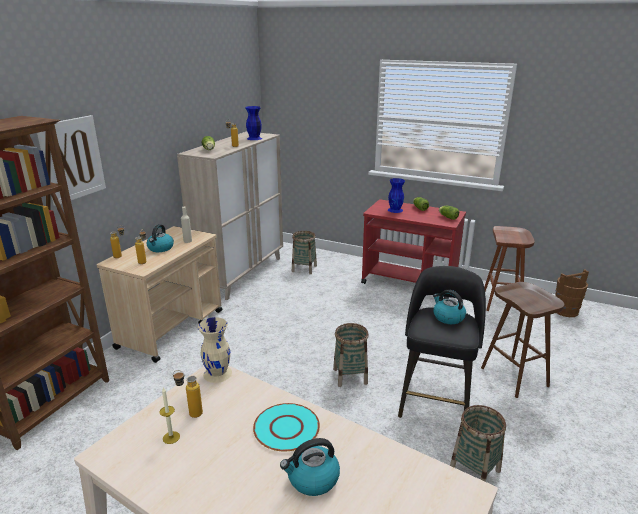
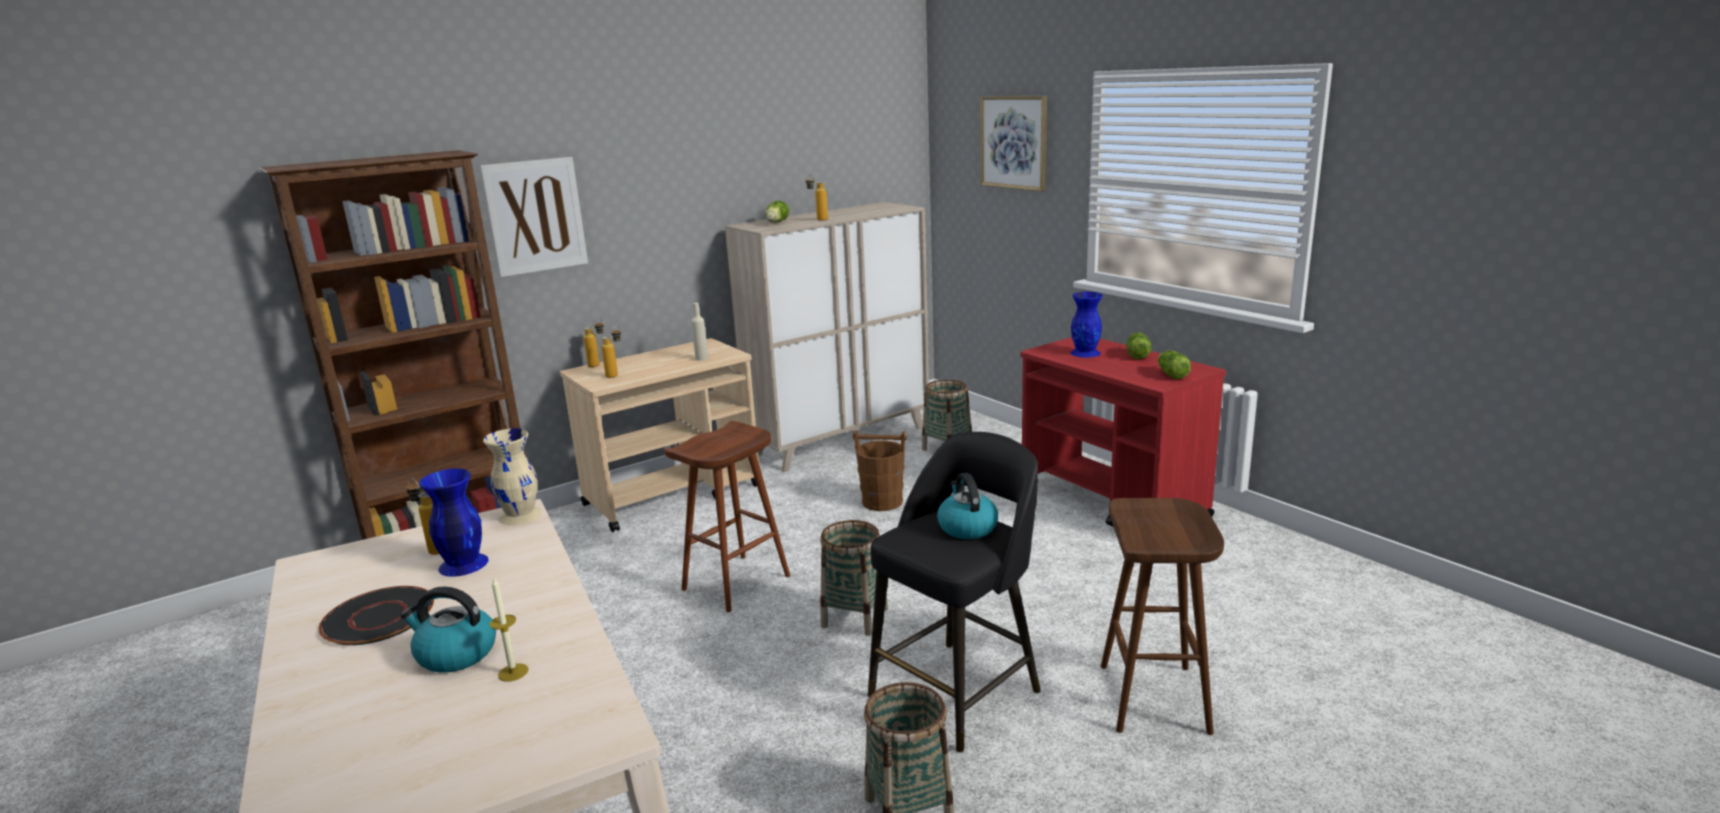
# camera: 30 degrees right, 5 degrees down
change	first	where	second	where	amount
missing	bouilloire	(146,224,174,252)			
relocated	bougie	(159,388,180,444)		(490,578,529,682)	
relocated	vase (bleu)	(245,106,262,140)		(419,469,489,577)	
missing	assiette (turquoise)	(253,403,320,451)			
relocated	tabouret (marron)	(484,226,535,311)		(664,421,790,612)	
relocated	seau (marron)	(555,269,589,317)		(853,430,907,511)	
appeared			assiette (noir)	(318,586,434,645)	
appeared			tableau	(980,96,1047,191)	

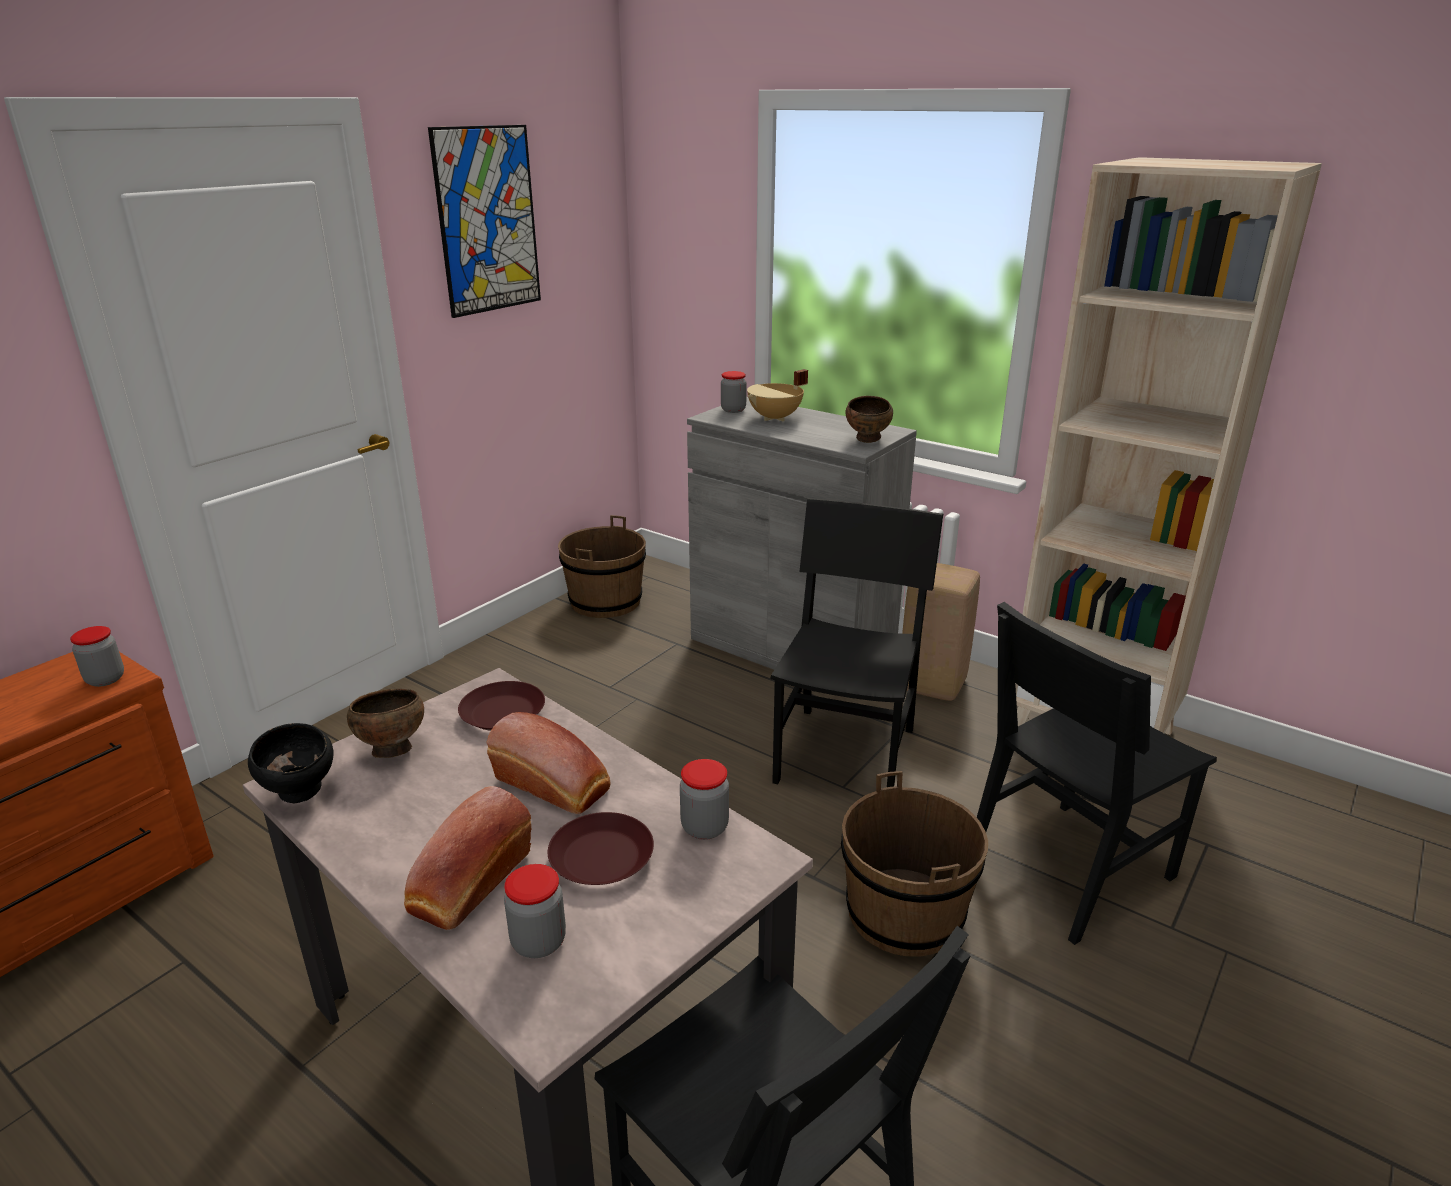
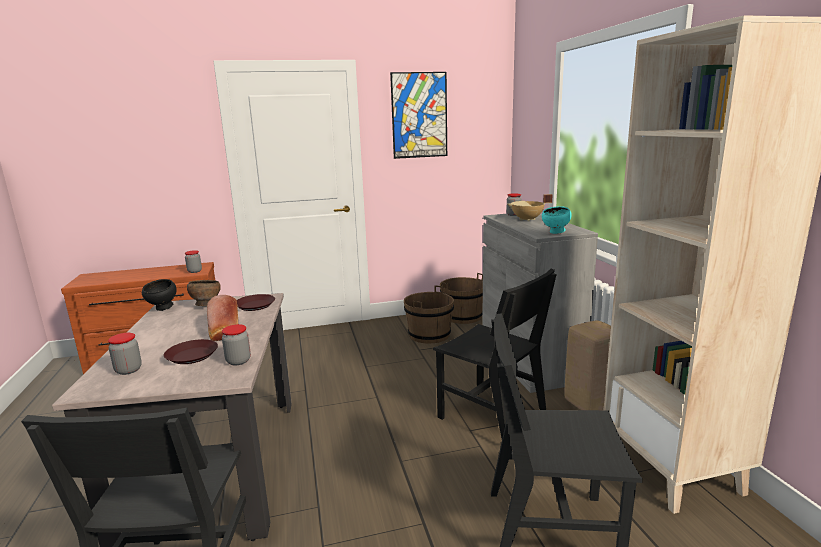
# camera: 40 degrees right, 10 degrees down
change	first	where	second	where	amount
missing	pain	(404,786,531,930)			
spun	chaise (noir)	(770,498,943,787)		(433,269,557,438)	75 degrees clockwise
relocated	seau (marron)	(841,771,988,956)		(404,285,454,343)	
colour	bol (marron)	(846,396,893,443)	bol (turquoise)	(542,206,572,234)	

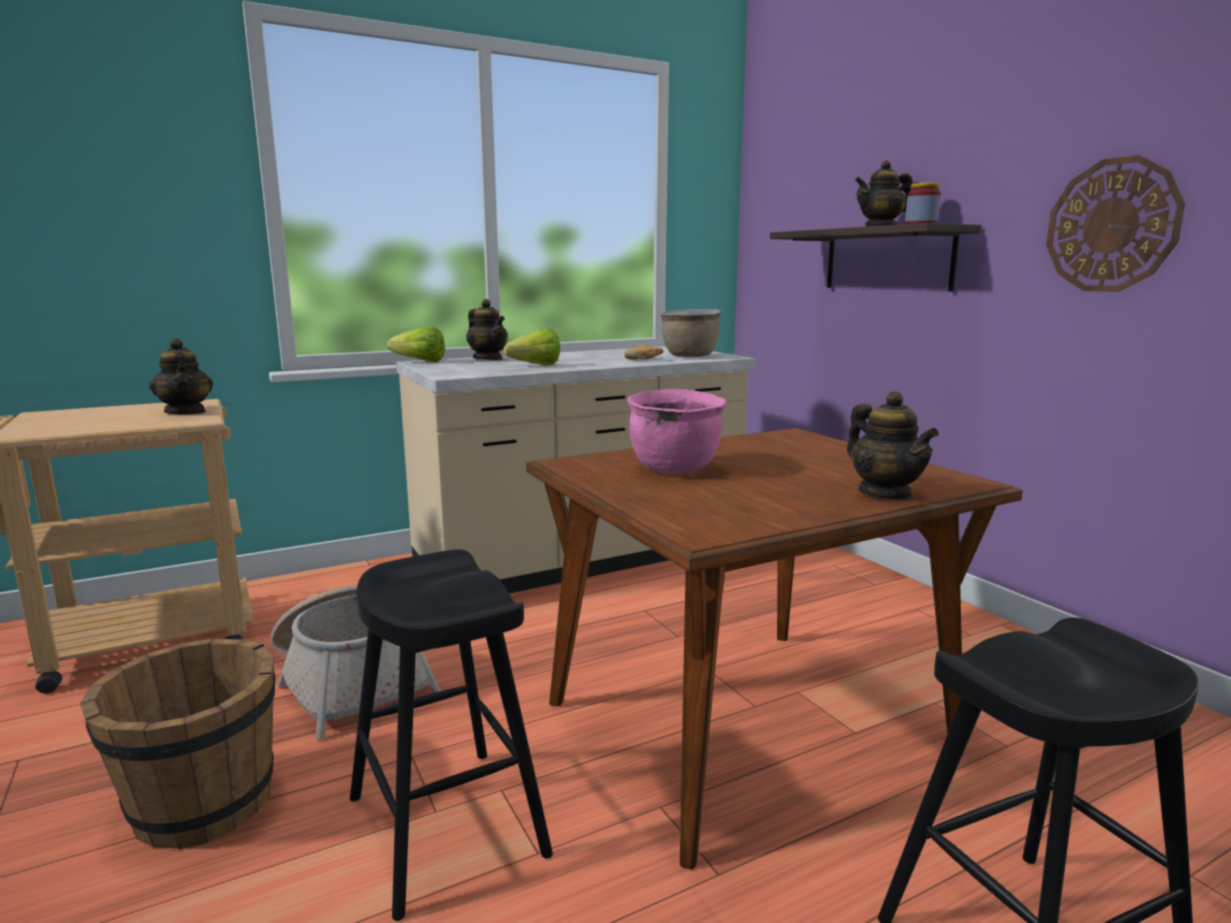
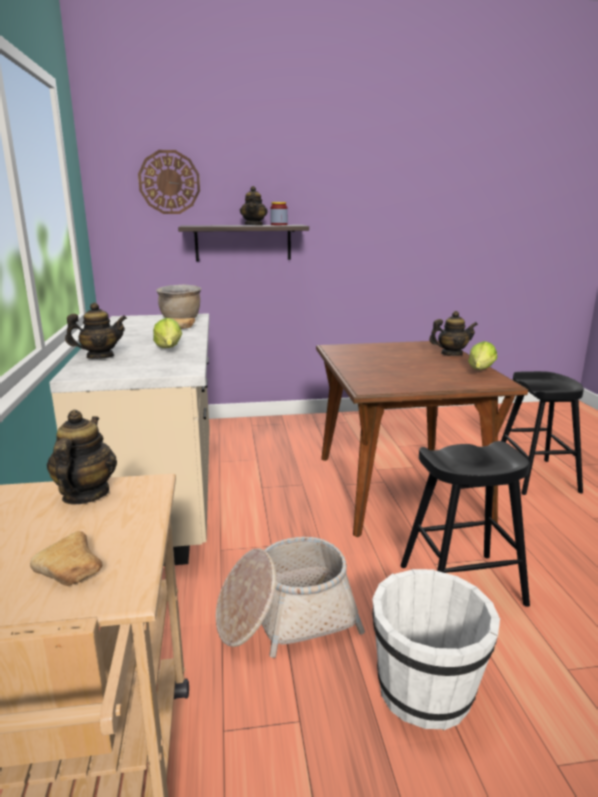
# camera: 70 degrees left, 5 degrees up
change	first	where	second	where	amount
colour	seau (marron)	(80,638,276,850)	seau (blanc)	(372,569,500,731)	
spun	théière	(149,338,213,415)		(47,410,117,505)	75 degrees counterclockwise
relocated	laitue	(387,327,445,362)		(468,341,497,370)	
missing	marmite (rose)	(627,389,727,474)			
relocated	horloge murale	(1046,155,1185,292)		(138,150,200,214)	
appeared			pain	(30,531,103,586)	

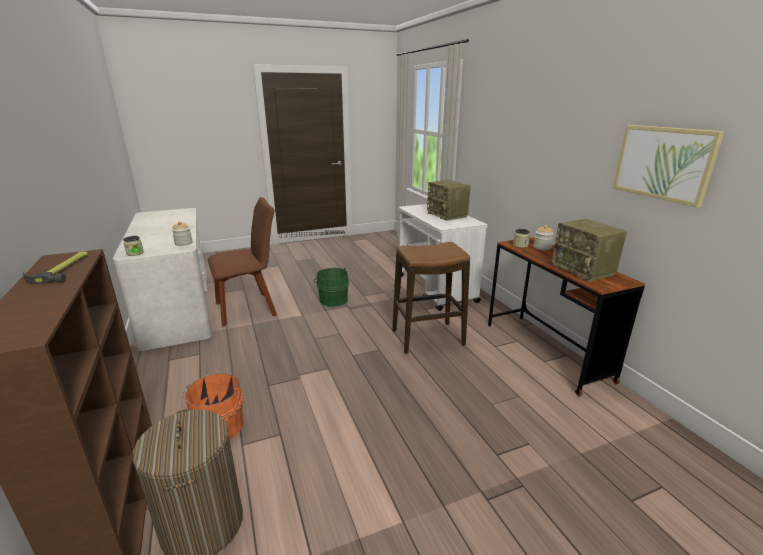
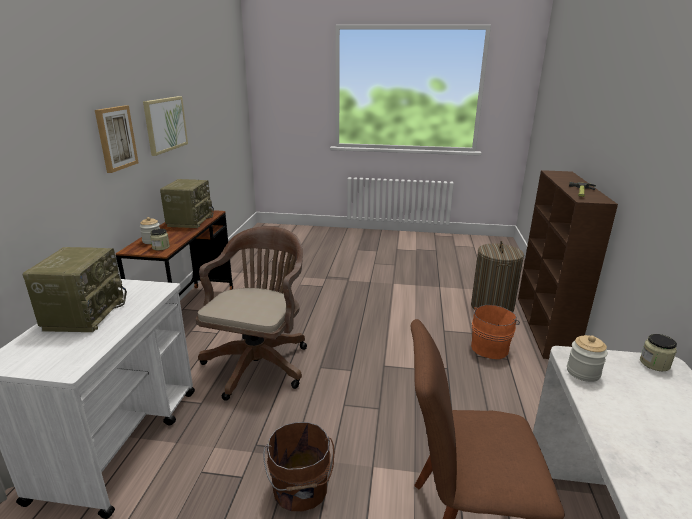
# camera: 150 degrees left, 0 degrees up
change	first	where	second	where	amount
colour	seau (vert)	(314,268,349,307)	seau (marron)	(263,422,334,511)	
exchanged	tabouret	(392,242,470,354)	chaise de bureau (marron)	(196,226,307,401)	
appeared			tableau	(95,105,139,173)	

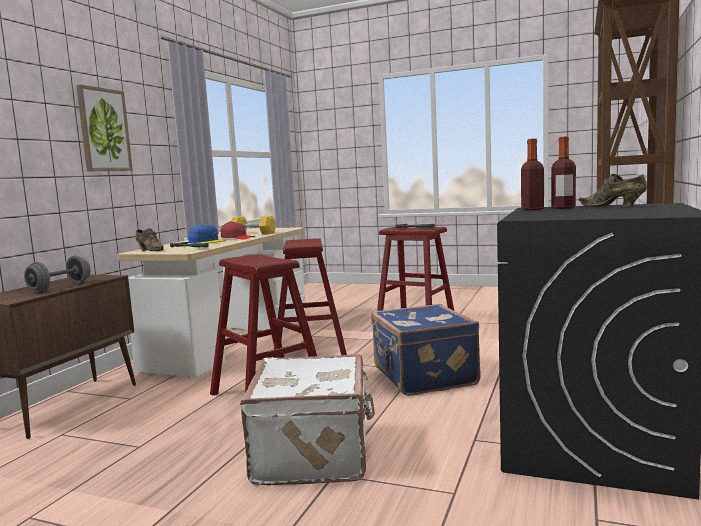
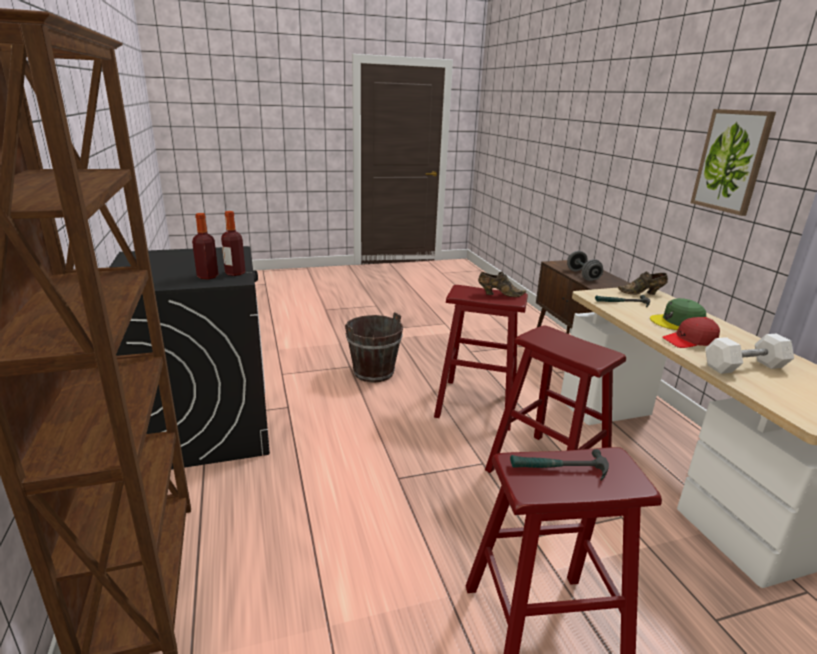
# camera: 140 degrees right, 15 degrees up
change	first	where	second	where	amount
colour	casquette (bleu)	(188,224,226,244)	casquette (vert)	(650,298,706,330)	
colour	haltère (jaune)	(231,216,276,234)	haltère (blanc)	(705,333,794,374)	
exchanged	valise (blanc)	(240,354,375,485)	seau (marron)	(345,312,404,383)	
missing	valise (bleu)	(371,304,480,396)			
relocated	chaussure (marron)	(579,174,647,207)		(478,272,526,297)	

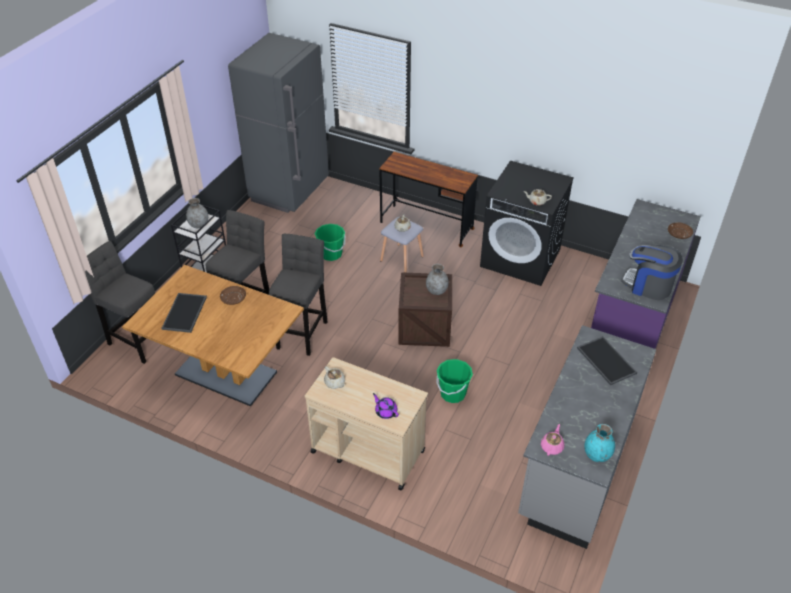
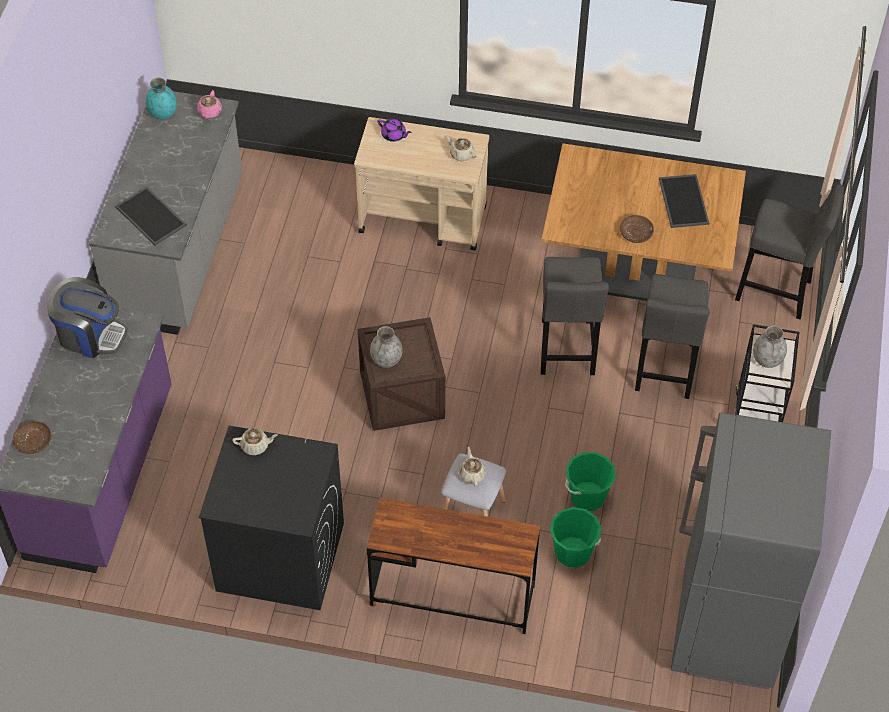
# camera: 165 degrees right, 10 degrees up
change	first	where	second	where	amount
relocated	seau (vert)	(436,359,473,403)		(550,507,601,568)	

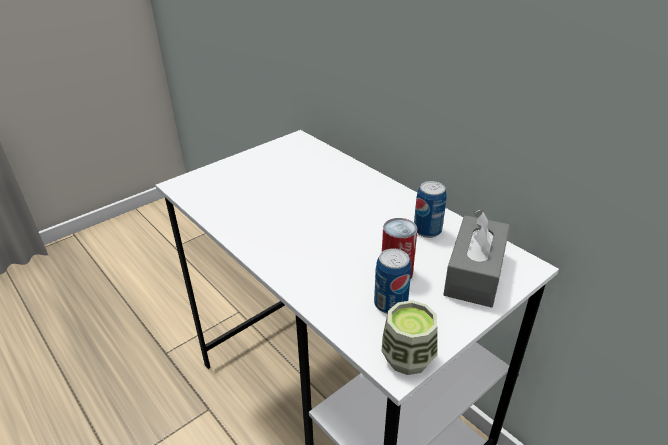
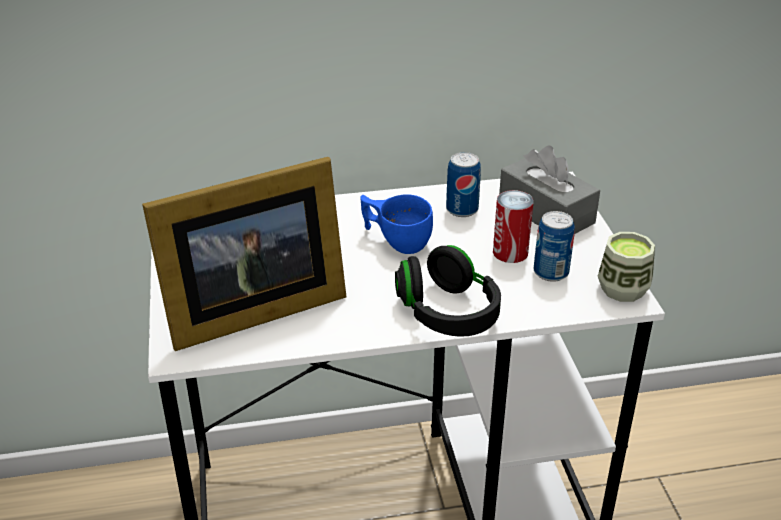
# camera: 60 degrees left, 0 degrees up
change	first	where	second	where	amount
appeared			cadre photo	(142,157,346,351)	
appeared			tasse (bleu)	(360,194,433,254)	
appeared			casque audio (noir)	(395,245,501,337)	

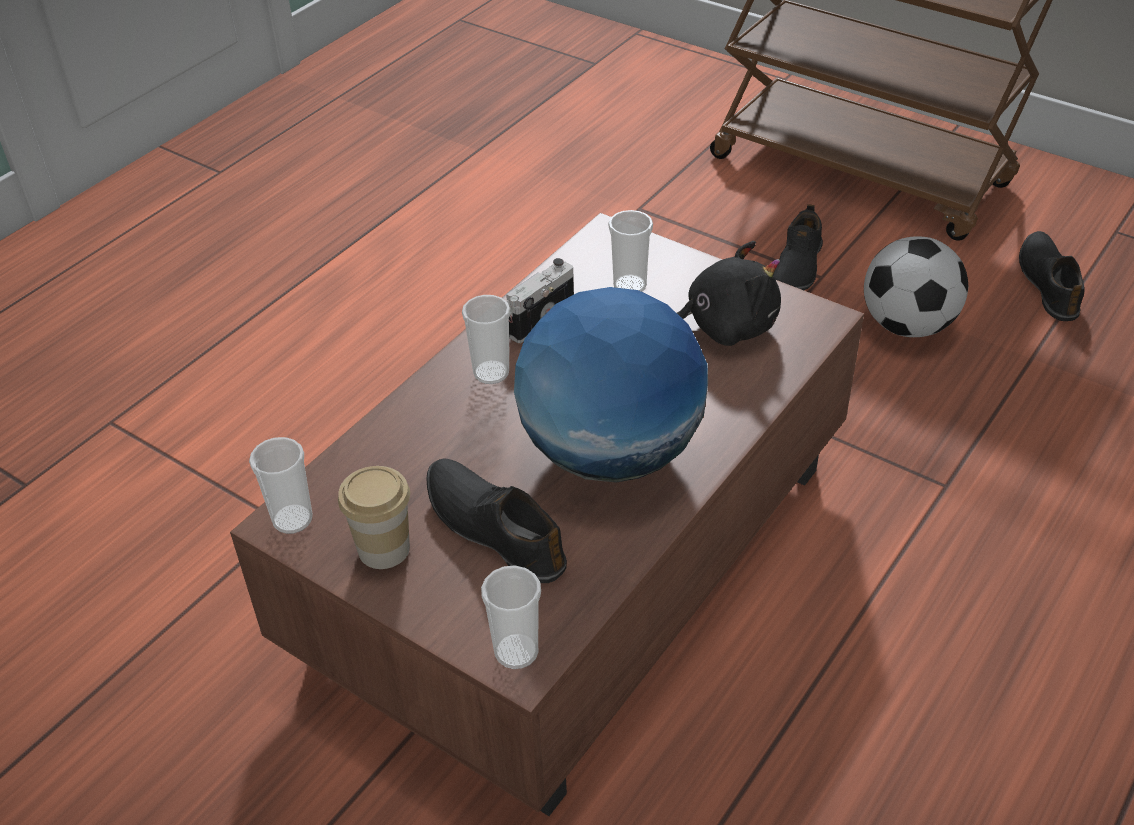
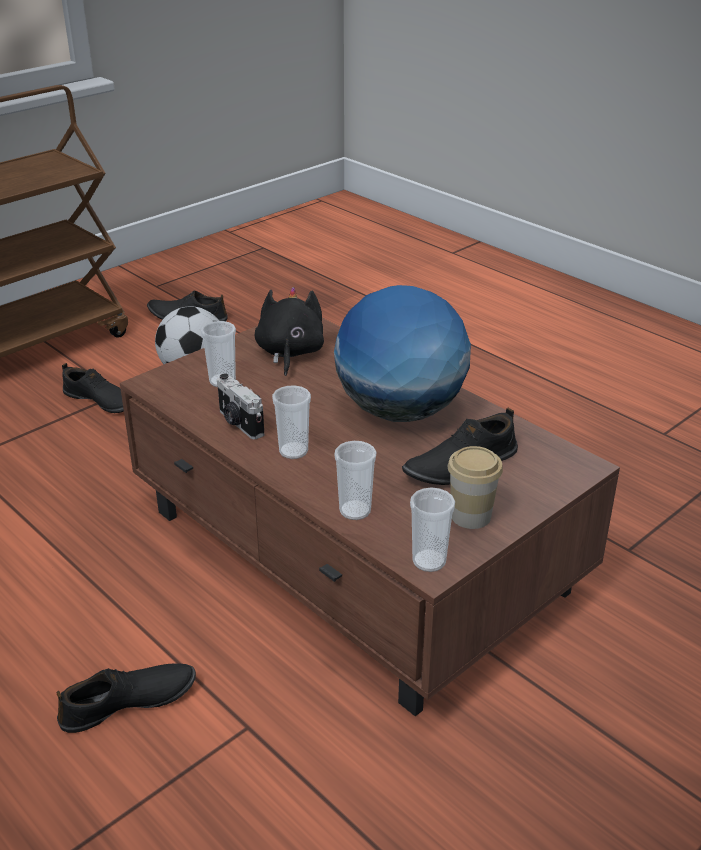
# camera: 80 degrees left, 10 degrees down
change	first	where	second	where	amount
relocated	tasse	(481,565,541,669)		(334,441,377,520)	
appeared			chaussure (noir)	(57,663,196,733)	

